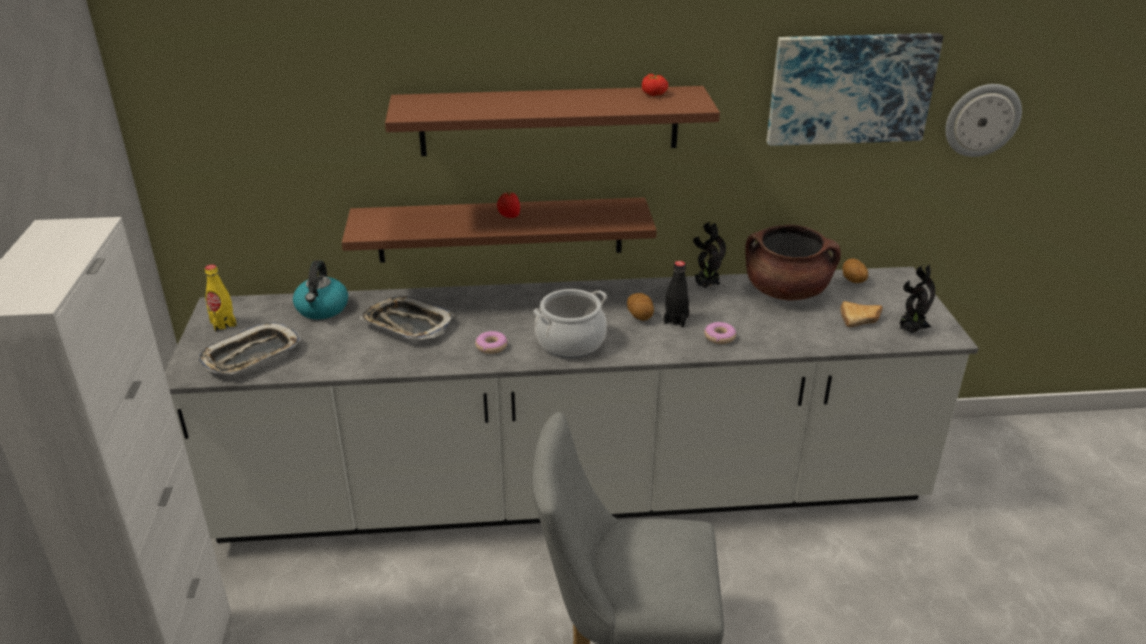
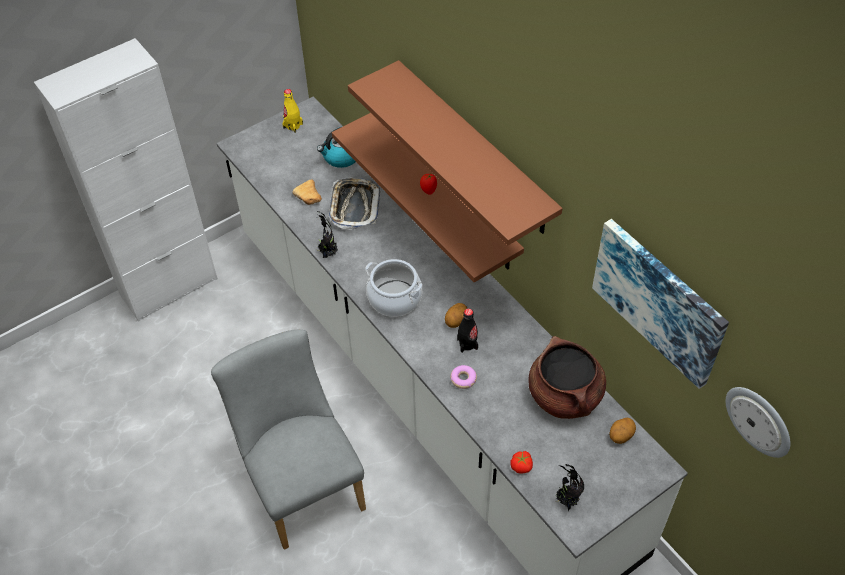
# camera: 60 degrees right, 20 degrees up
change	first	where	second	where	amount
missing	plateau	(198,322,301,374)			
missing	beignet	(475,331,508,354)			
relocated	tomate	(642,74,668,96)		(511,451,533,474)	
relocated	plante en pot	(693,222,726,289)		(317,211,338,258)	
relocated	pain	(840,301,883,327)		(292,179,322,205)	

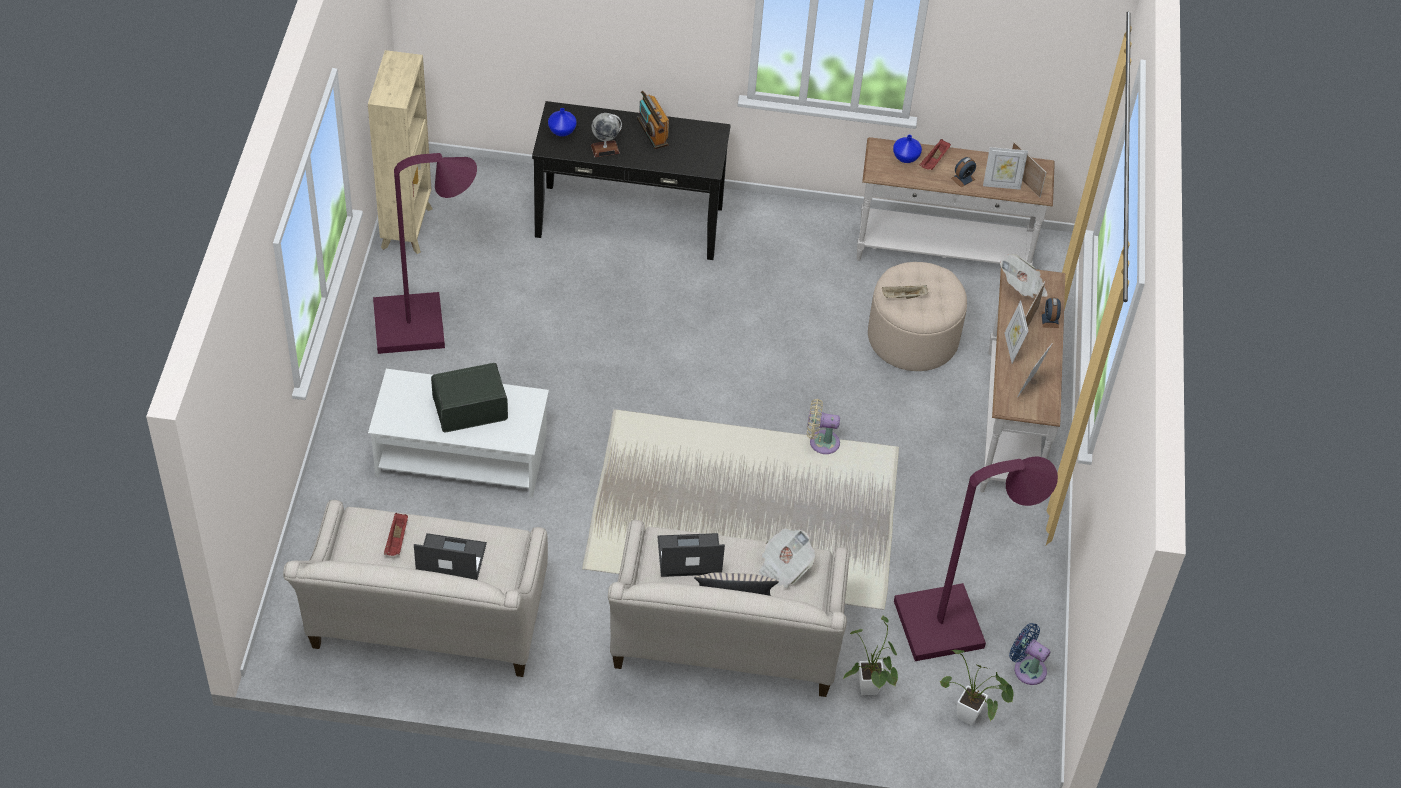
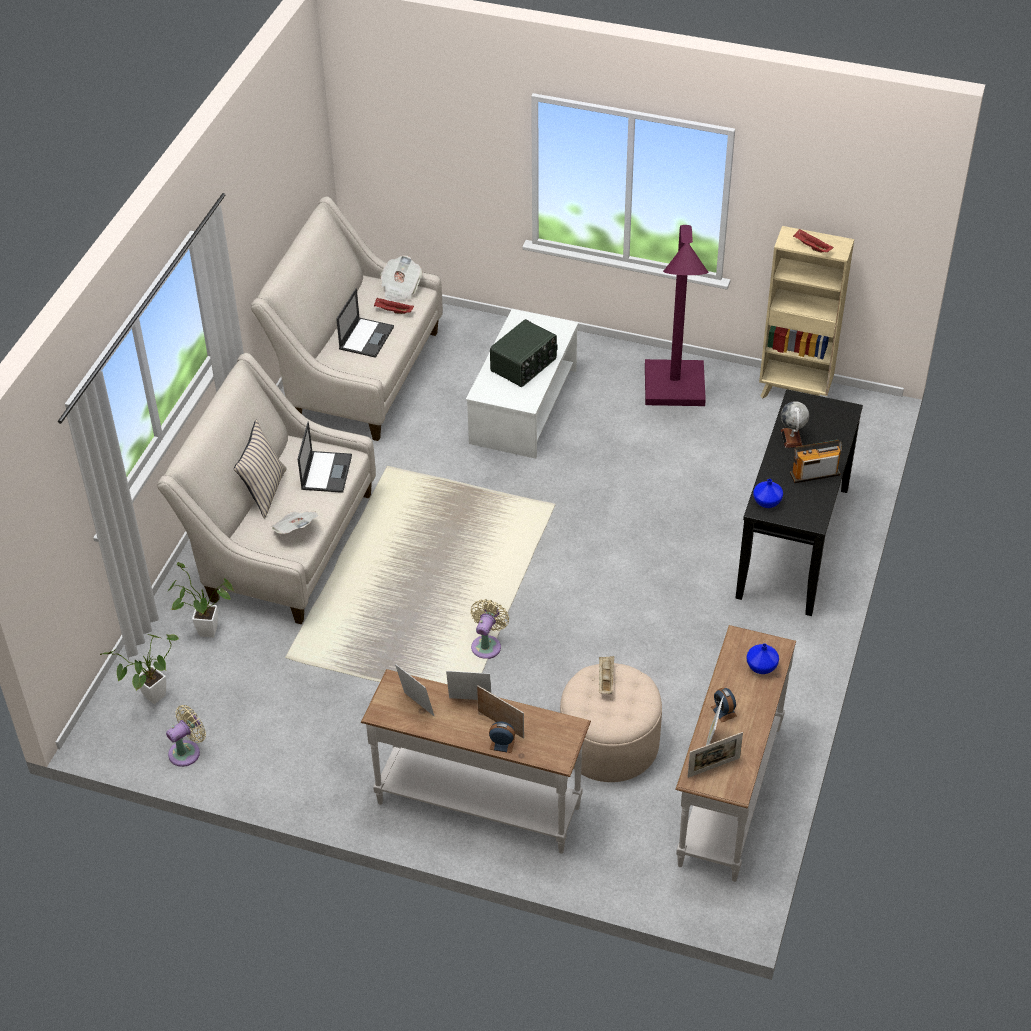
# camera: 105 degrees right, 5 degrees down
change	first	where	second	where	amount
spun	radio	(431,363,508,432)		(490,319,557,387)	45 degrees clockwise
relocated	vase (bleu)	(548,108,577,137)		(753,479,783,508)	
missing	lampadaire (violet)	(894,457,1058,661)			
relocated	plateau (rouge)	(920,139,951,170)		(793,229,834,253)	
relocated	journal	(1000,254,1048,298)		(380,255,422,301)	
colour	ventilateur (bleu)	(1009,623,1050,685)	ventilateur (beige)	(166,705,206,767)	

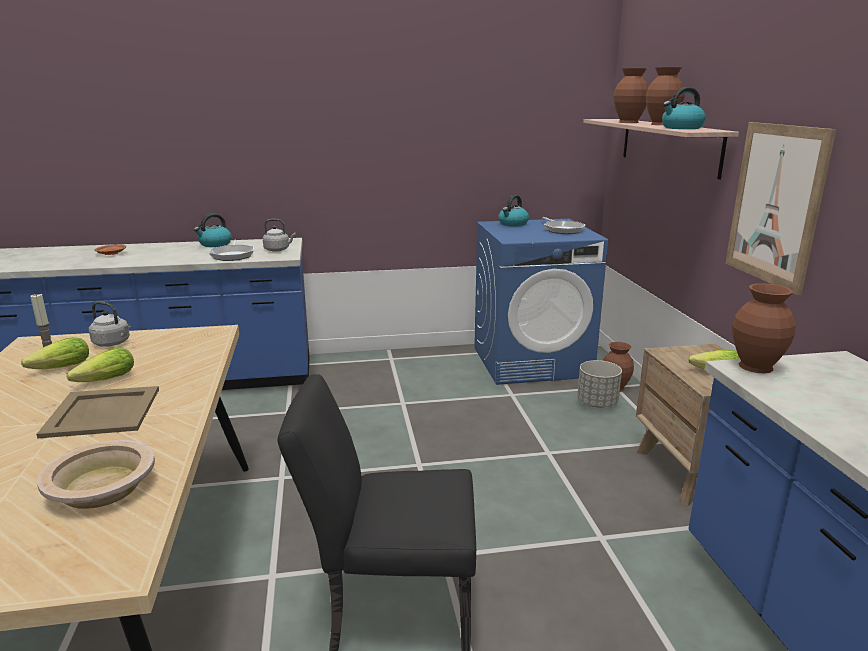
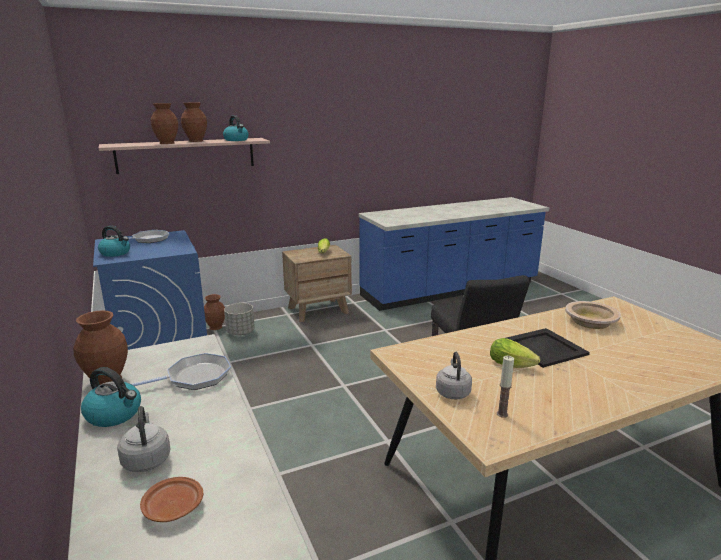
# camera: 105 degrees left, 0 degrees up
change	first	where	second	where	amount
missing	laitue	(21,337,89,369)			
colour	plateau (beige)	(36,386,159,439)	plateau (noir)	(506,328,590,368)	
relocated	bouilloire (gris)	(263,219,296,252)		(117,406,171,472)	
missing	tableau	(725,122,836,295)			
relocated	vase (marron)	(732,283,796,373)		(73,310,128,385)	

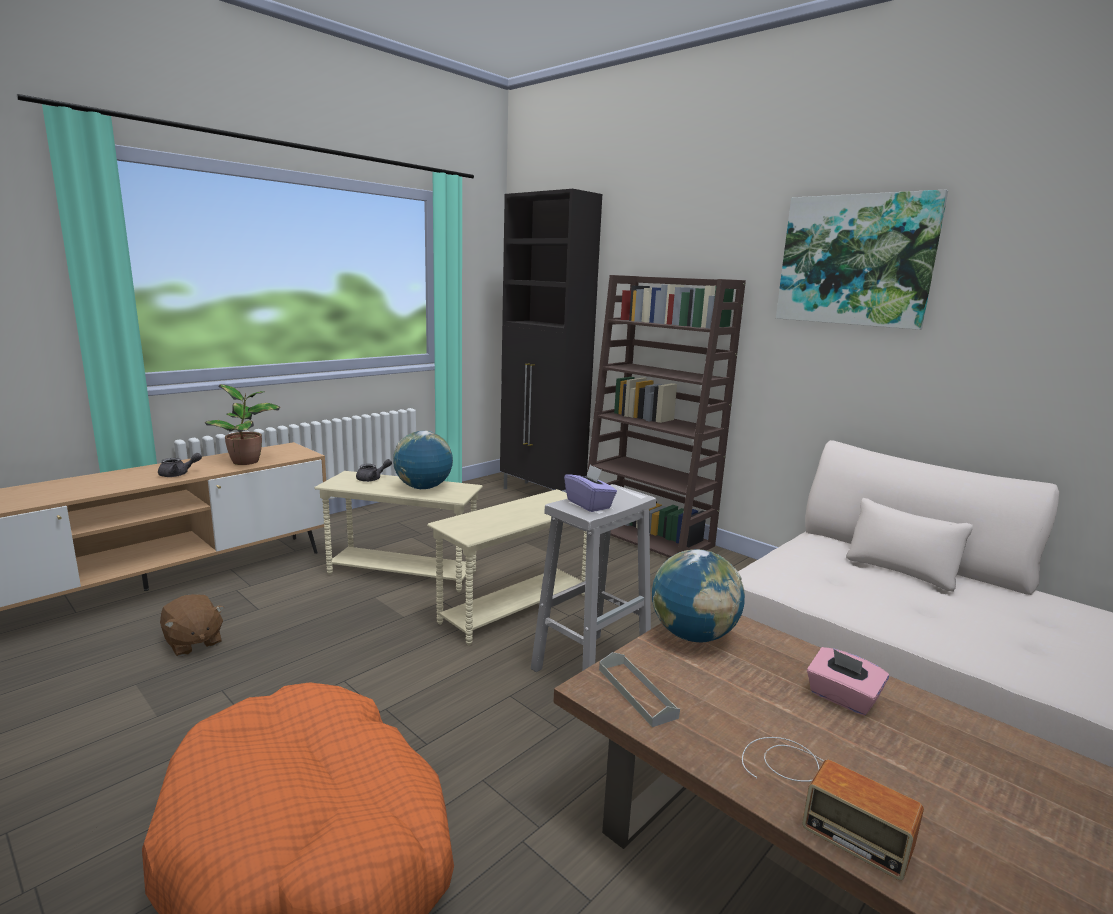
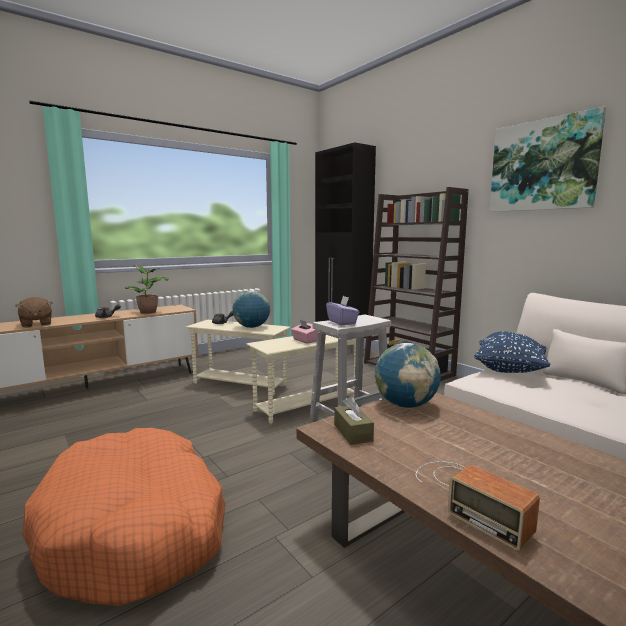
# camera: 10 degrees right, 5 degrees down
change	first	where	second	where	amount
relocated	peluche (marron)	(160,594,225,656)		(15,297,52,327)	
exchanged	plateau (gris)	(599,652,680,727)	boîte à mouchoirs (marron)	(334,396,374,445)	
relocated	boîte à mouchoirs (rose)	(807,647,889,716)		(291,320,318,344)	
appeared			coussin (bleu)	(474,331,551,373)	

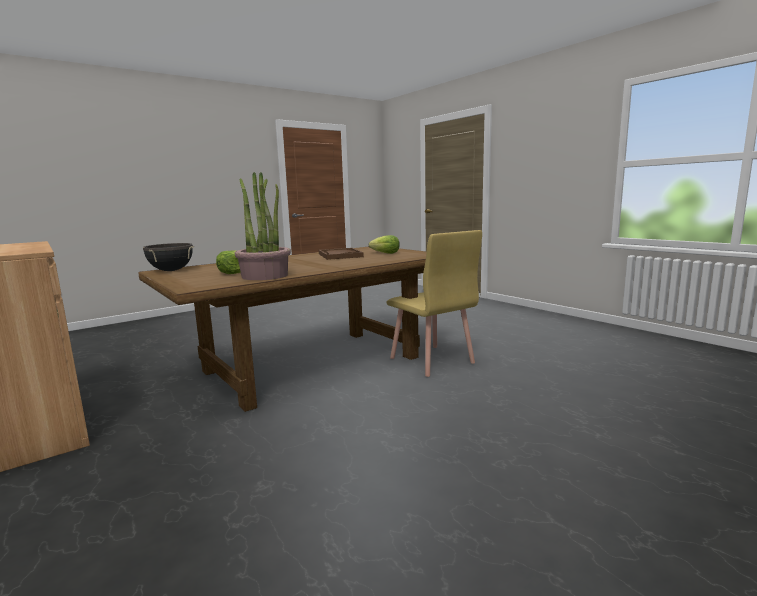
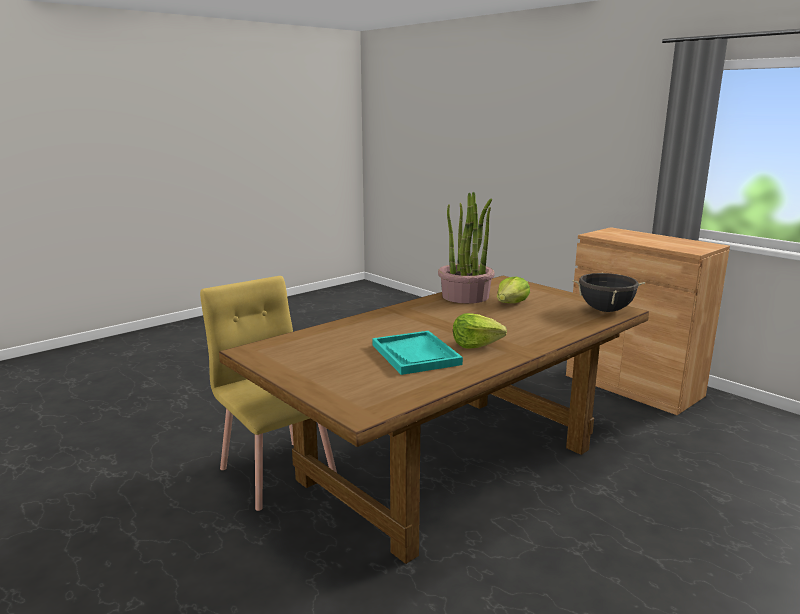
# camera: 175 degrees right, 5 degrees up
change	first	where	second	where	amount
colour	plateau (marron)	(319,248,364,260)	plateau (turquoise)	(372,331,463,375)	
relocated	laitue	(369,235,400,254)		(453,313,507,349)	

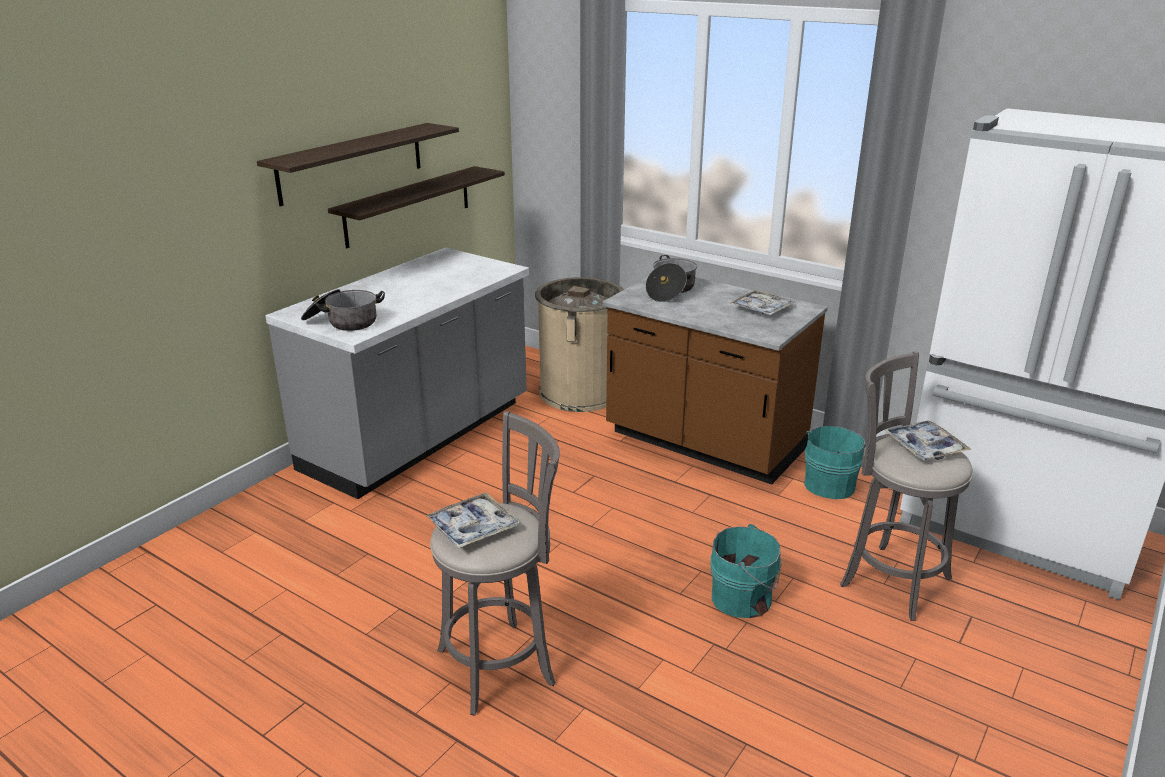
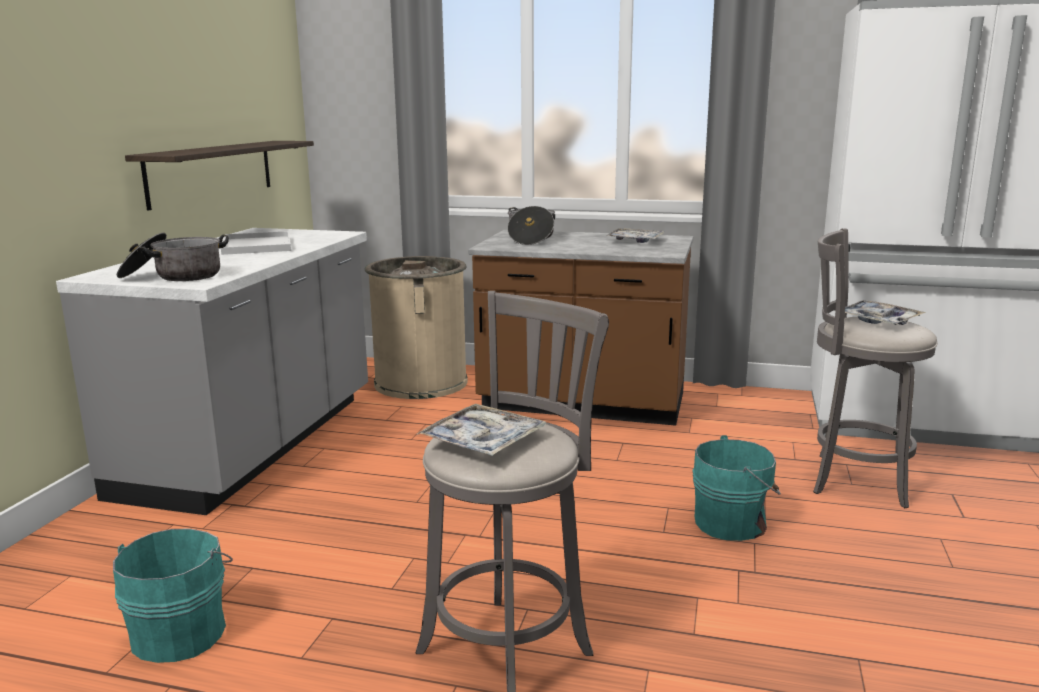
# camera: 20 degrees left, 10 degrees down
change	first	where	second	where	amount
missing	étagère	(257,123,459,206)			
relocated	seau (turquoise)	(804,426,866,499)		(113,528,233,663)	
appeared			plateau (blanc)	(221,231,291,255)	

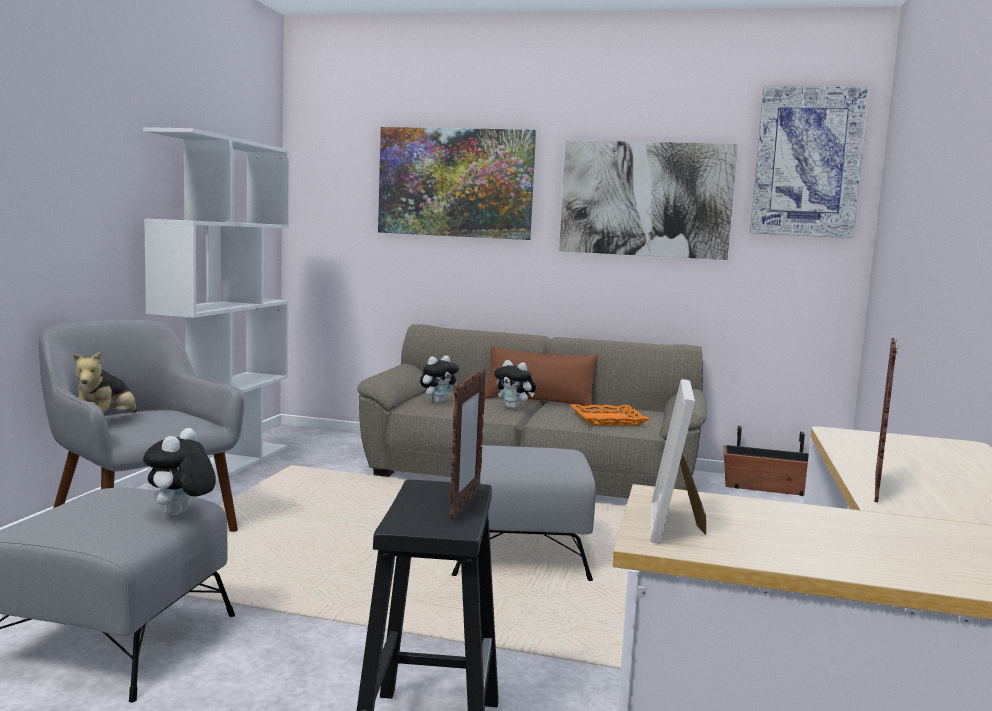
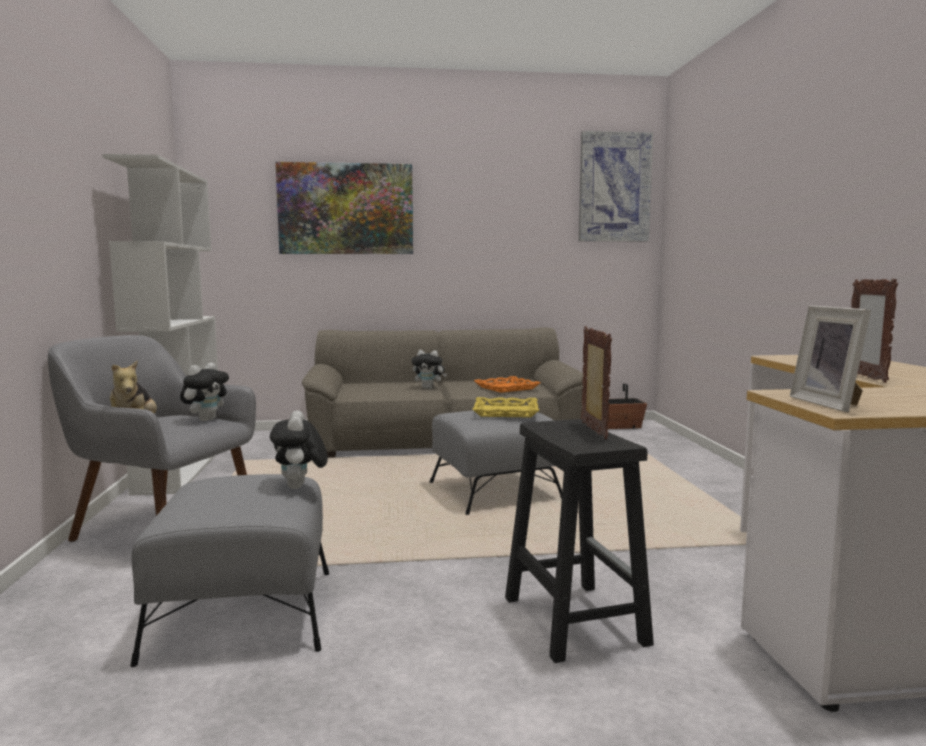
# camera: 20 degrees left, 0 degrees up
change	first	where	second	where	amount
relocated	peluche	(420,355,459,403)		(180,363,229,421)	
missing	coussin (marron)	(485,346,598,409)			
missing	tableau	(559,140,738,260)			
appeared			plateau (jaune)	(472,397,539,418)	

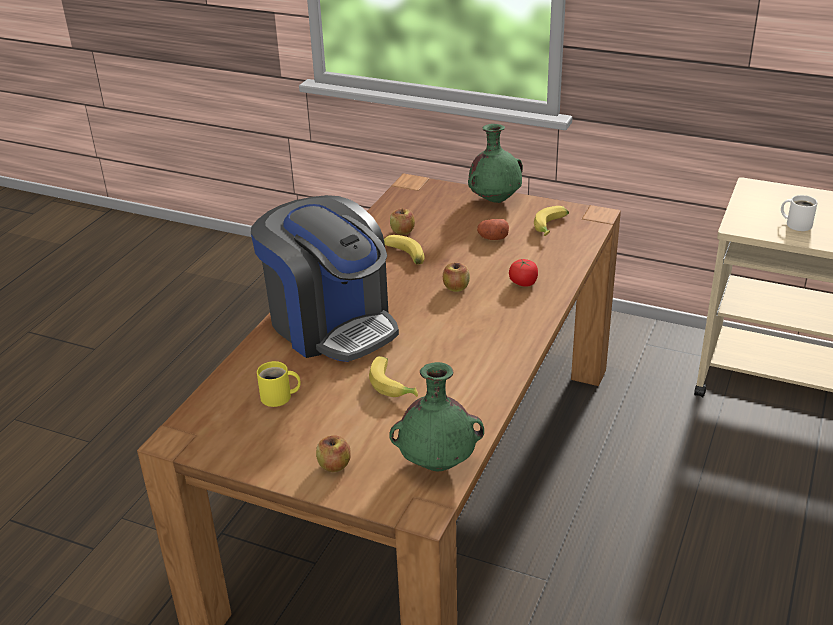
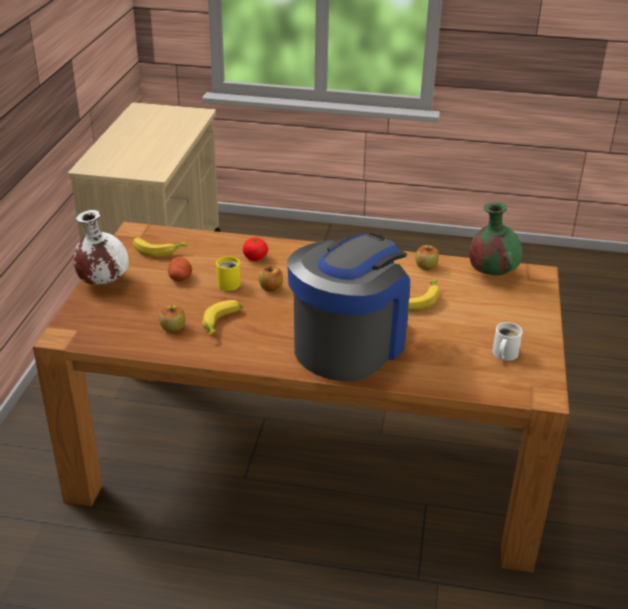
# camera: 105 degrees left, 0 degrees up
change	first	where	second	where	amount
relocated	mug (jaune)	(257,361,300,407)		(216,256,241,291)	
relocated	pomme	(316,435,351,472)		(415,245,439,270)	
colour	vase (vert)	(468,124,523,203)	vase (blanc)	(74,210,129,285)	
relocated	mug (blanc)	(781,195,818,231)		(492,322,523,361)	

